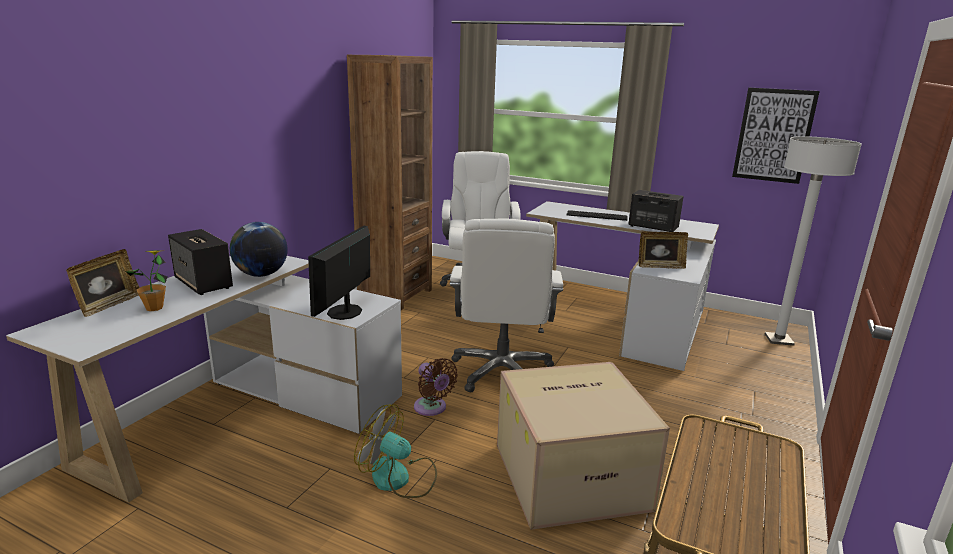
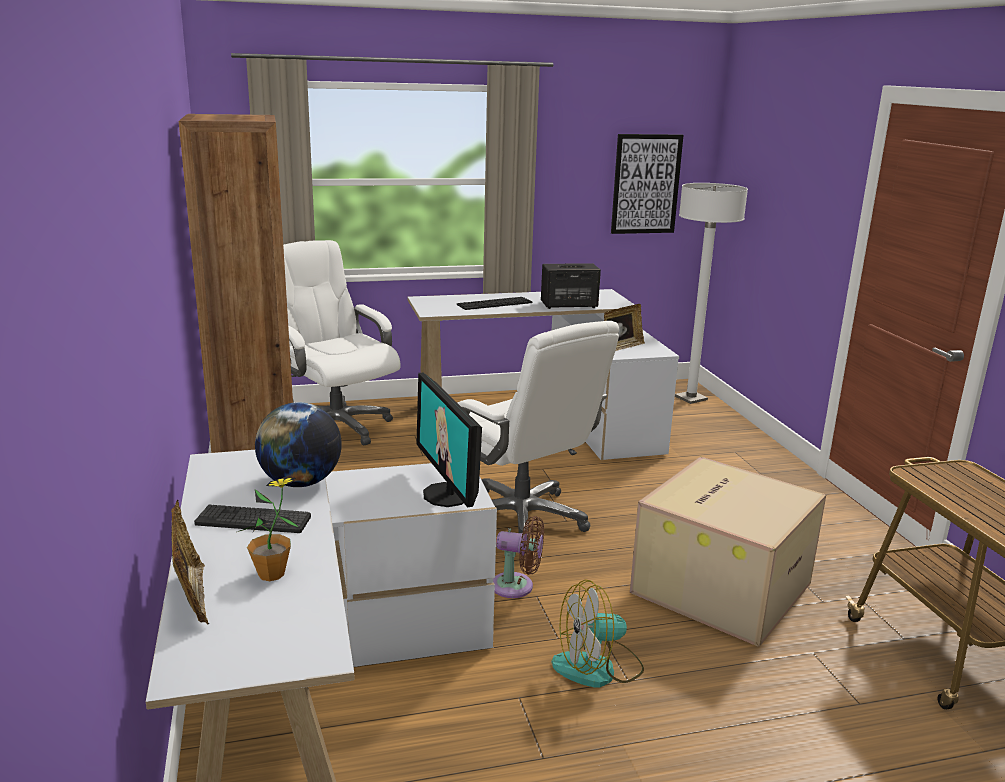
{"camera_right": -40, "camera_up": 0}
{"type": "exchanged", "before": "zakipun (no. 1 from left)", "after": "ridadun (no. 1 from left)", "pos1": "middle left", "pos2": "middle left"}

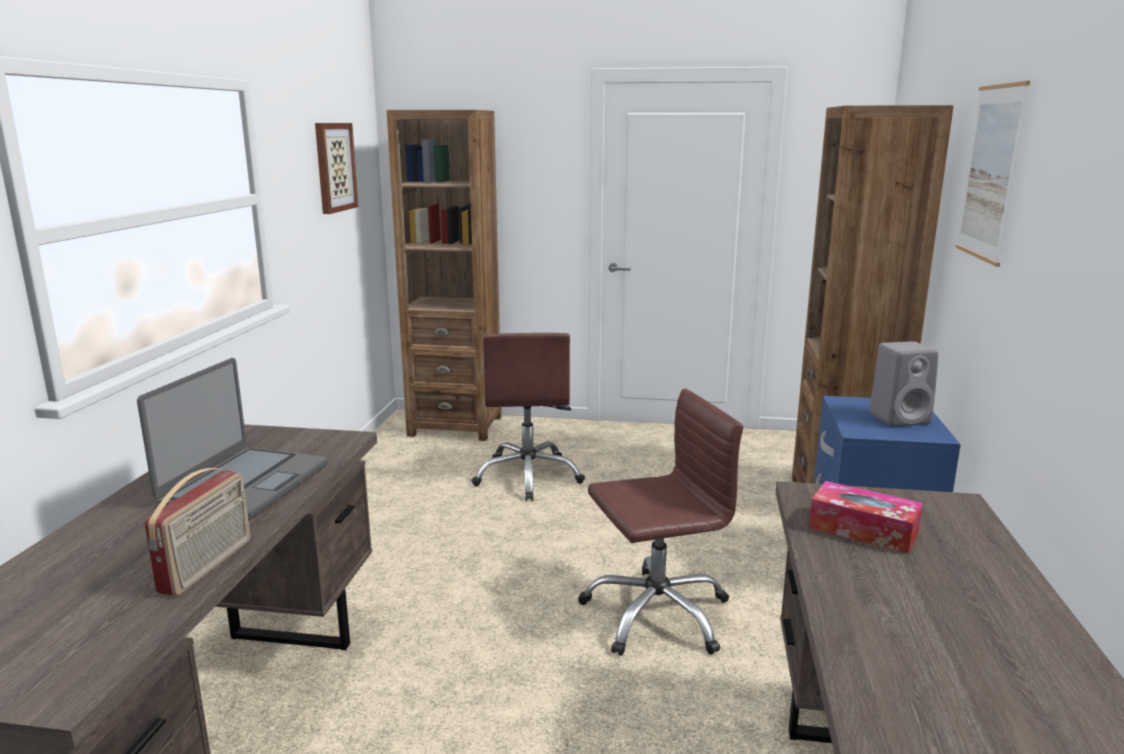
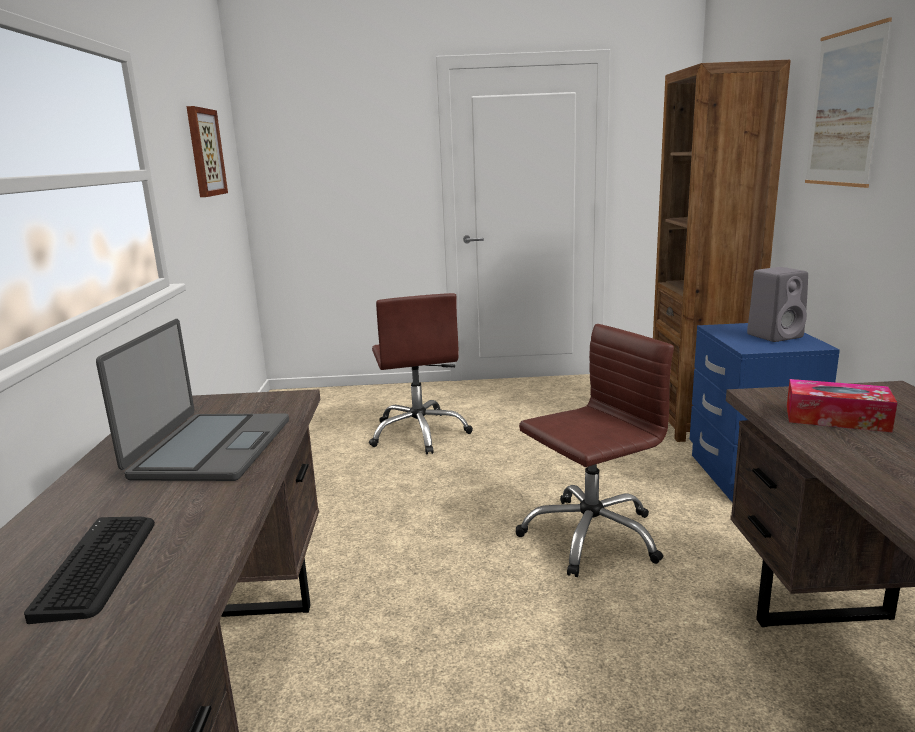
{"camera_right": -10, "camera_up": 0}
{"type": "missing", "before": "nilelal", "pos1": "bottom left"}
{"type": "missing", "before": "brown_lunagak (no. 1 from left)", "pos1": "centre"}
{"type": "appeared", "after": "ridadun", "pos2": "bottom left"}

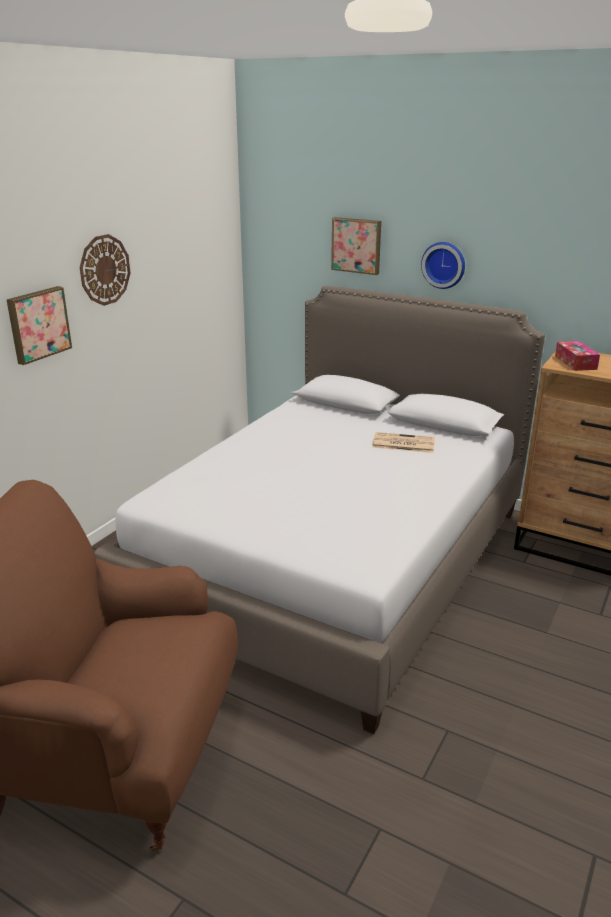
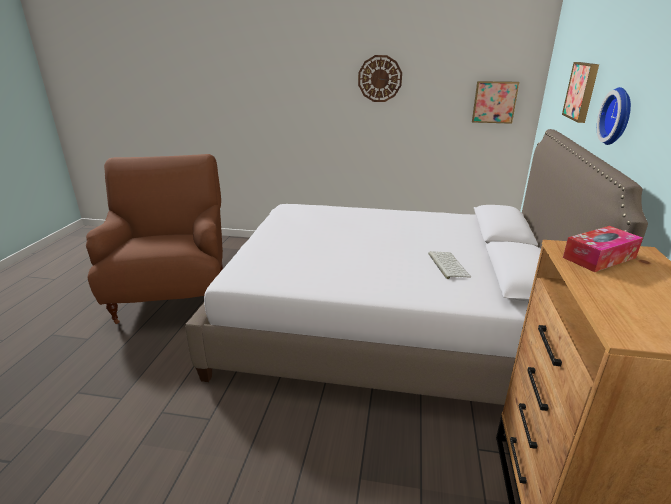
{"camera_right": 70, "camera_up": 0}
{"type": "relocated", "before": "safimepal (no. 1 from left)", "pos1": "middle left", "pos2": "top right"}
{"type": "exchanged", "before": "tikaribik", "after": "ridadun", "pos1": "centre", "pos2": "middle right"}

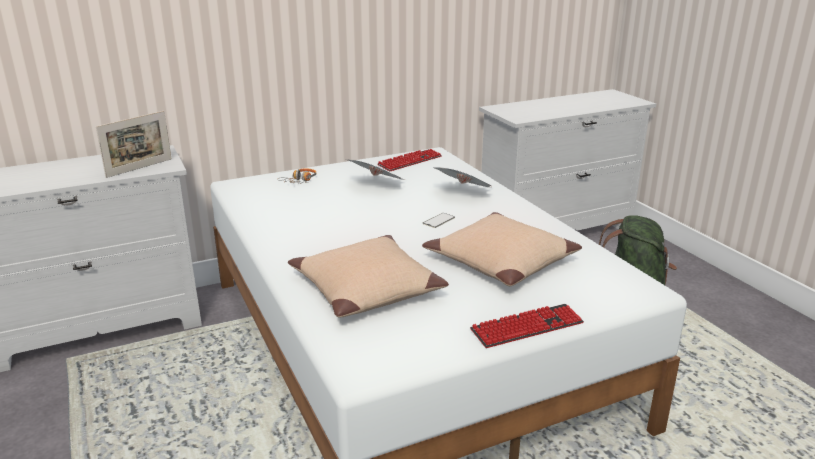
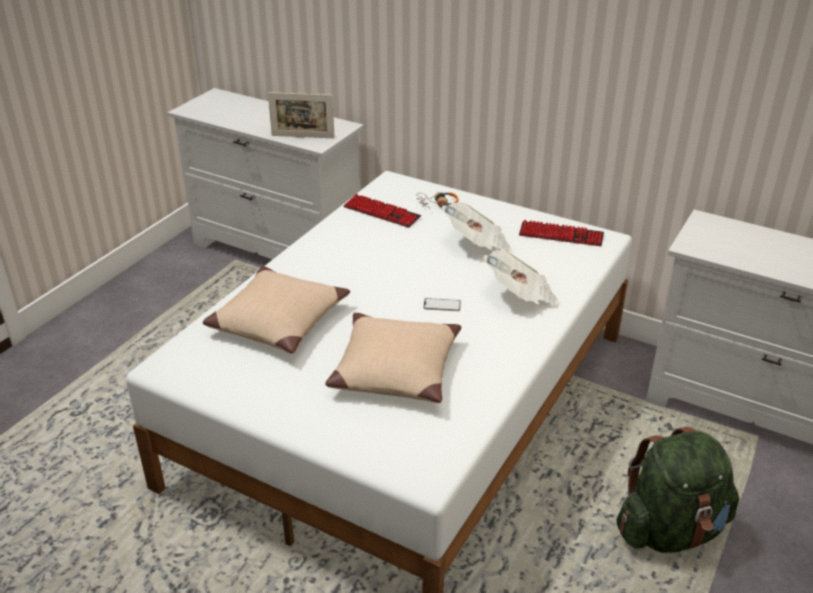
{"camera_right": 55, "camera_up": 10}
{"type": "relocated", "before": "ridadun (no. 2 from left in the first image)", "after": "ridadun (no. 1 from left)", "pos1": "bottom centre", "pos2": "centre"}

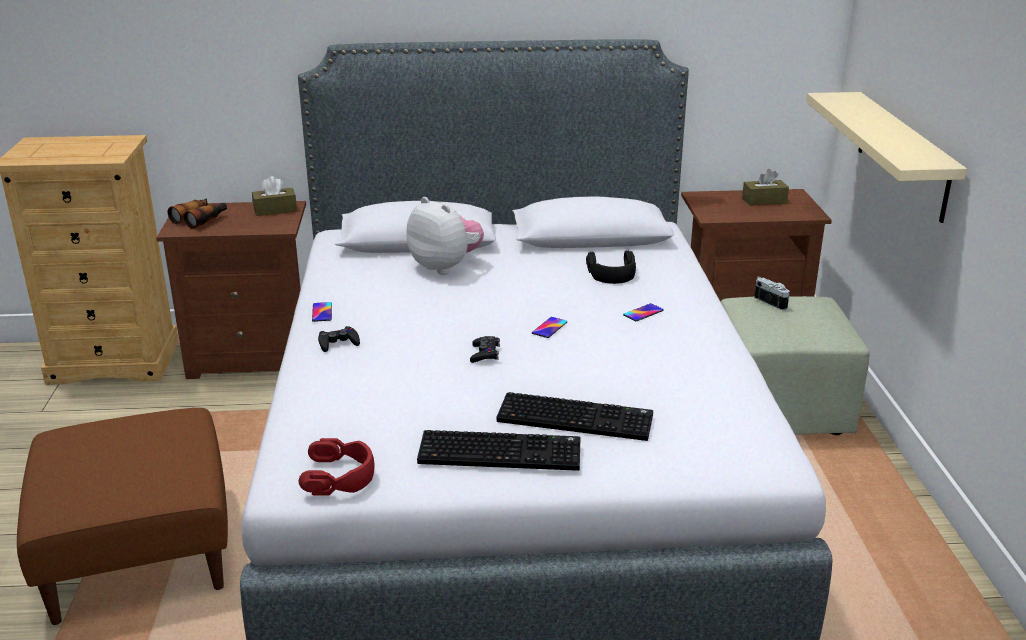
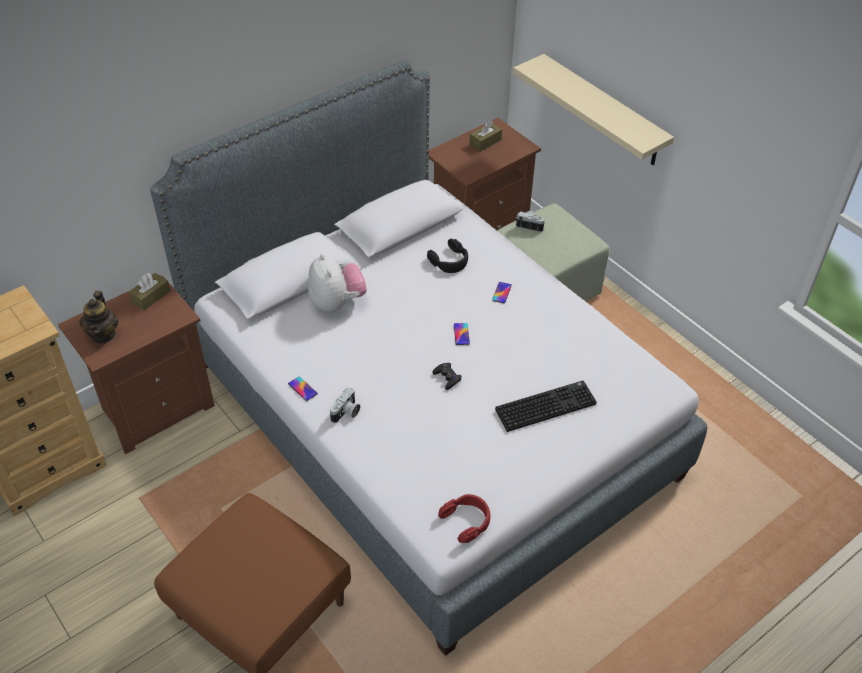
{"camera_right": -35, "camera_up": 20}
{"type": "exchanged", "before": "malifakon", "after": "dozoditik", "pos1": "top left", "pos2": "middle left"}
{"type": "exchanged", "before": "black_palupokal (no. 1 from left)", "after": "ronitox (no. 1 from left)", "pos1": "middle left", "pos2": "centre"}
{"type": "spun", "before": "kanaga", "pos1": "centre", "pos2": "centre", "turn": 60}
{"type": "missing", "before": "ridadun (no. 1 from left)", "pos1": "bottom centre"}

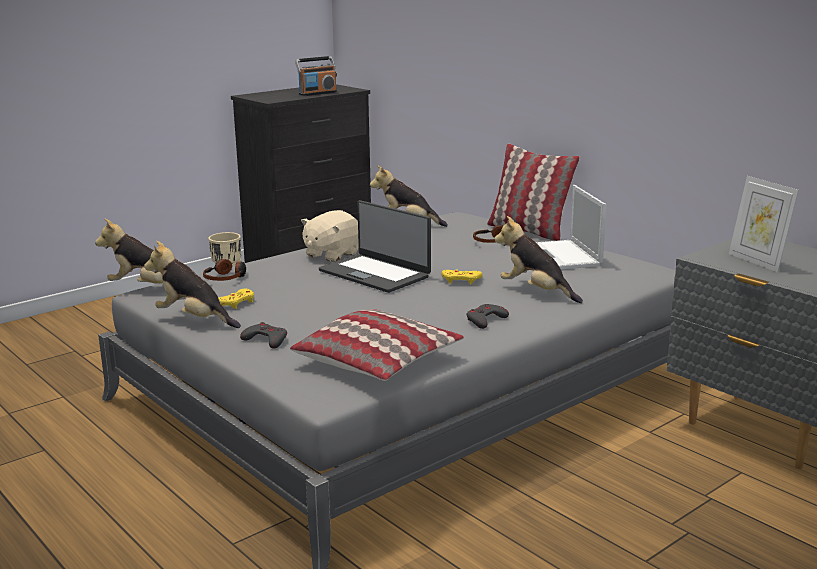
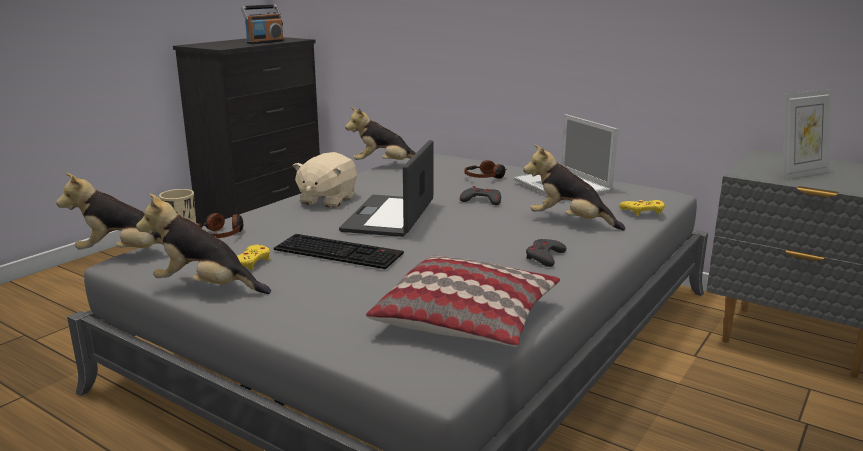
{"camera_right": -15, "camera_up": 0}
{"type": "relocated", "before": "grey_palupokal (no. 1 from left)", "pos1": "middle left", "pos2": "centre"}
{"type": "spun", "before": "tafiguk (no. 1 from left)", "pos1": "centre", "pos2": "centre", "turn": 75}
{"type": "relocated", "before": "yellow_palupokal (no. 2 from left)", "pos1": "centre", "pos2": "middle right"}
{"type": "missing", "before": "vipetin (no. 2 from left)", "pos1": "centre"}
{"type": "spun", "before": "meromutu", "pos1": "middle right", "pos2": "top right", "turn": -75}
{"type": "appeared", "after": "ridadun", "pos2": "centre"}

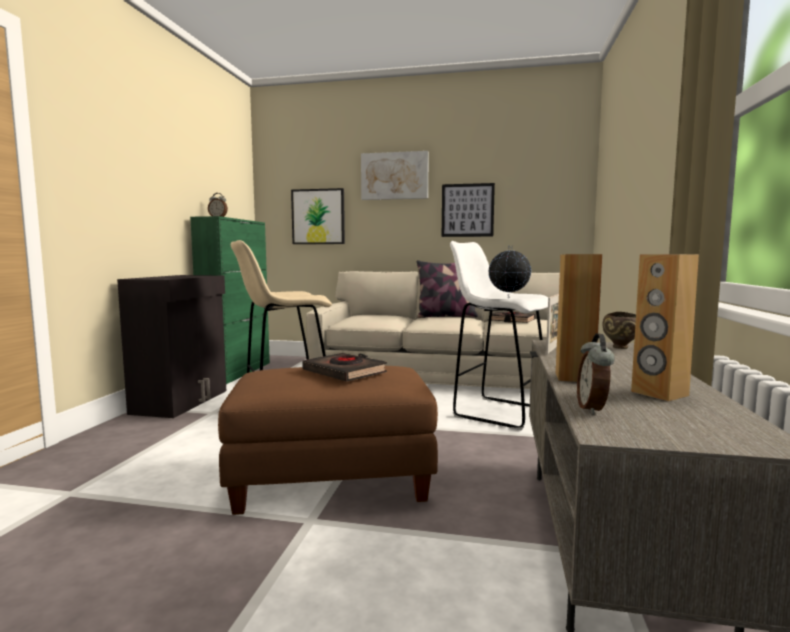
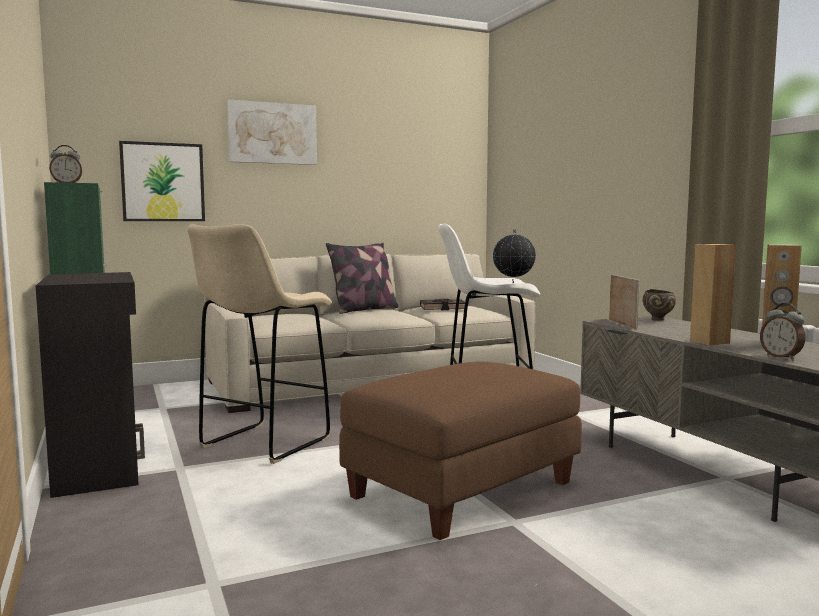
{"camera_right": -35, "camera_up": 0}
{"type": "missing", "before": "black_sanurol (no. 1 from left)", "pos1": "centre"}
{"type": "missing", "before": "safimepal (no. 3 from left)", "pos1": "top centre"}

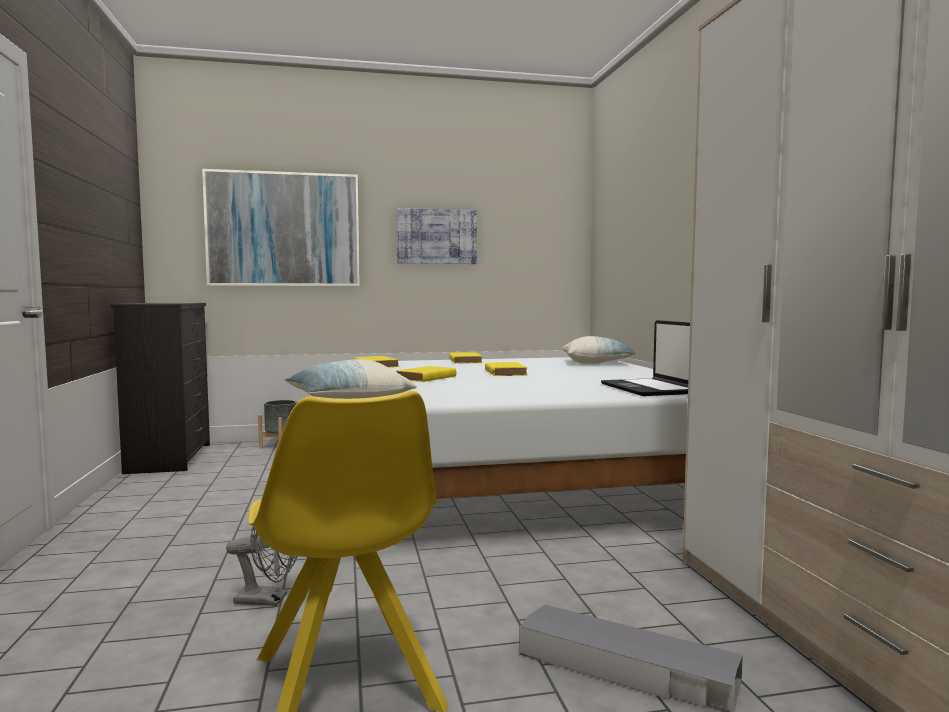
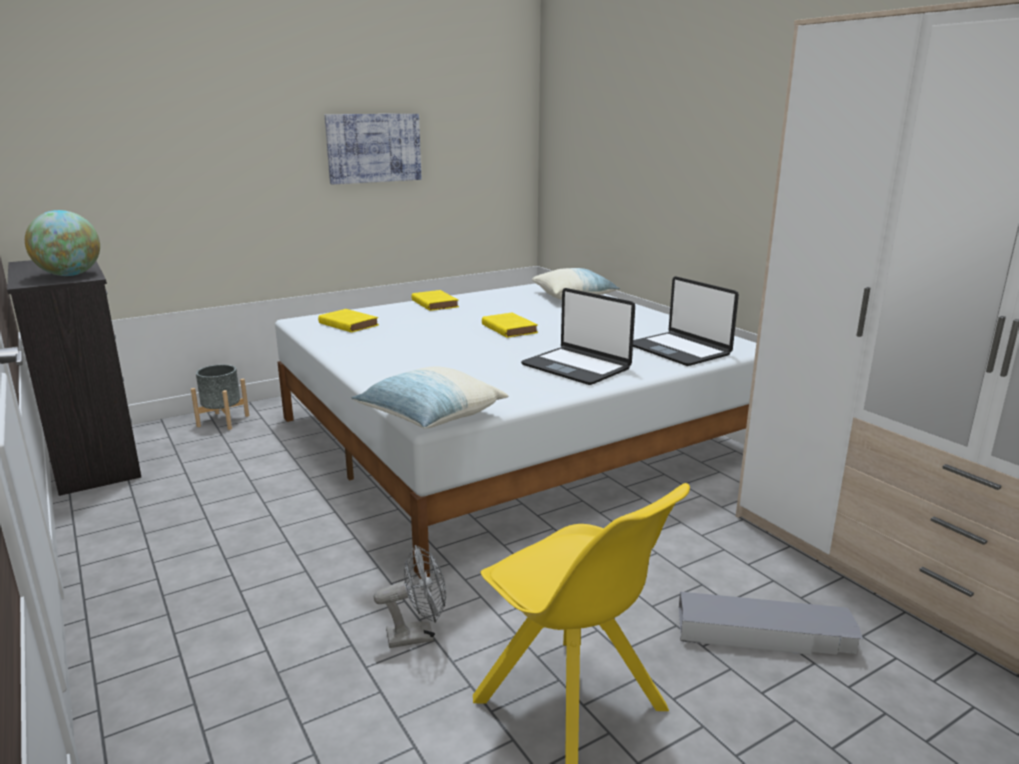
{"camera_right": -20, "camera_up": 15}
{"type": "missing", "before": "safimepal (no. 1 from left)", "pos1": "top left"}
{"type": "missing", "before": "yellow_sanurol (no. 2 from left)", "pos1": "centre"}
{"type": "appeared", "after": "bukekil", "pos2": "top left"}
{"type": "appeared", "after": "tafiguk (no. 1 from left)", "pos2": "centre"}

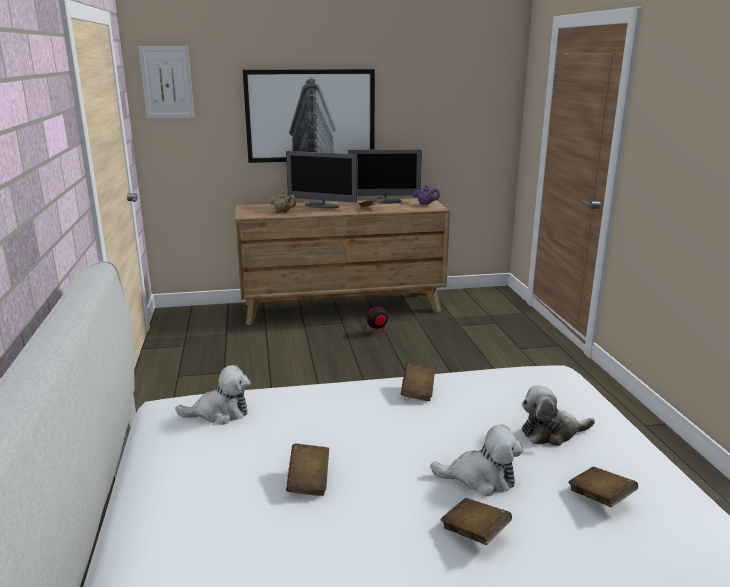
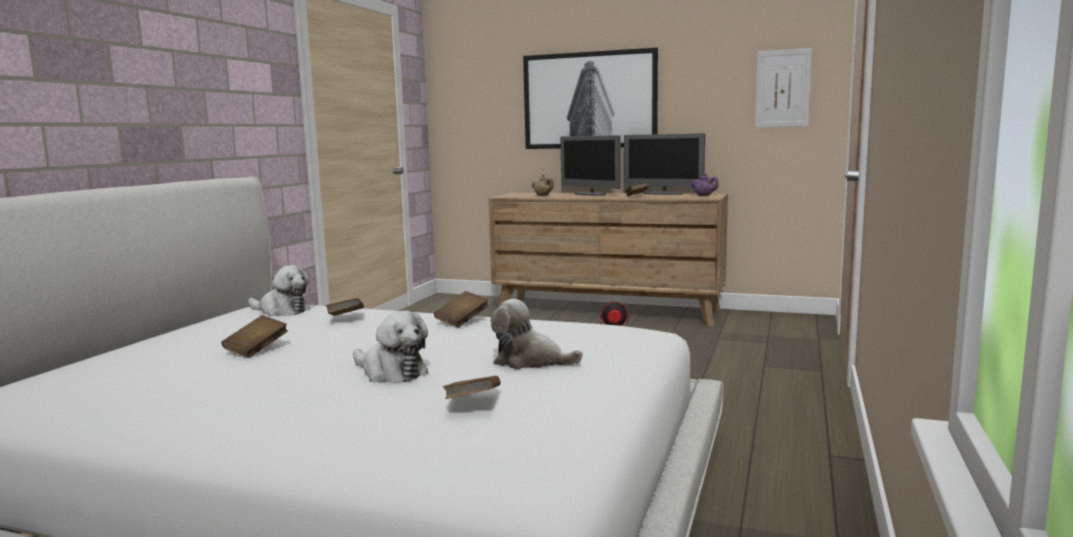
{"camera_right": 30, "camera_up": -10}
{"type": "relocated", "before": "safimepal (no. 1 from left in the first image)", "after": "safimepal (no. 2 from left)", "pos1": "top left", "pos2": "top right"}
{"type": "relocated", "before": "brown_sanurol (no. 4 from left in the first image)", "after": "brown_sanurol (no. 2 from left)", "pos1": "bottom centre", "pos2": "middle left"}

